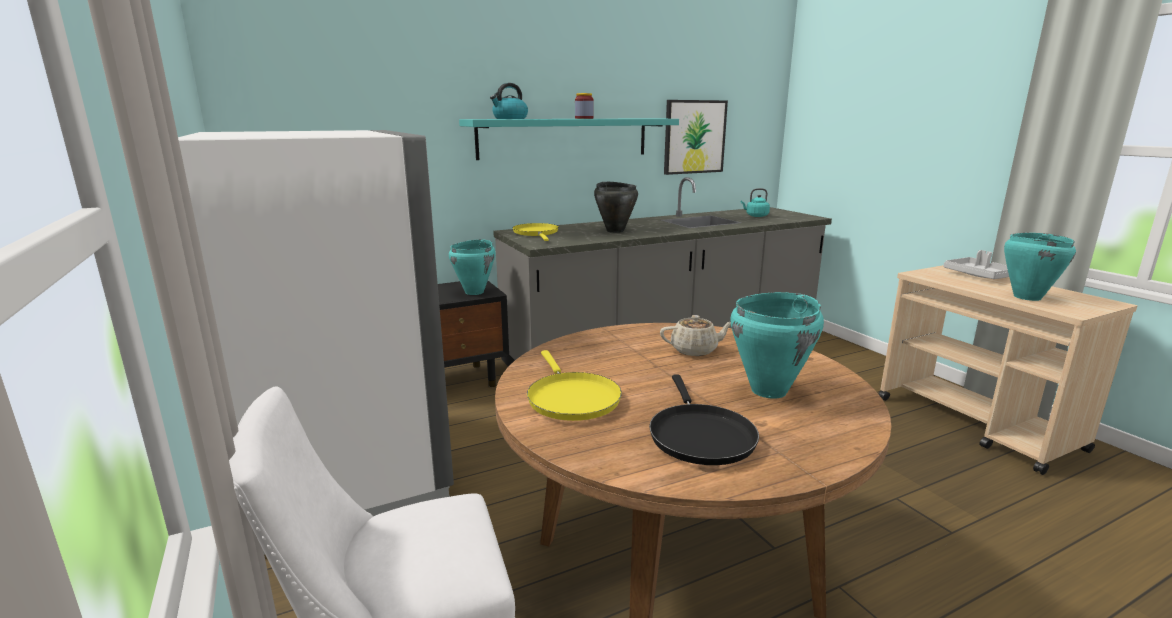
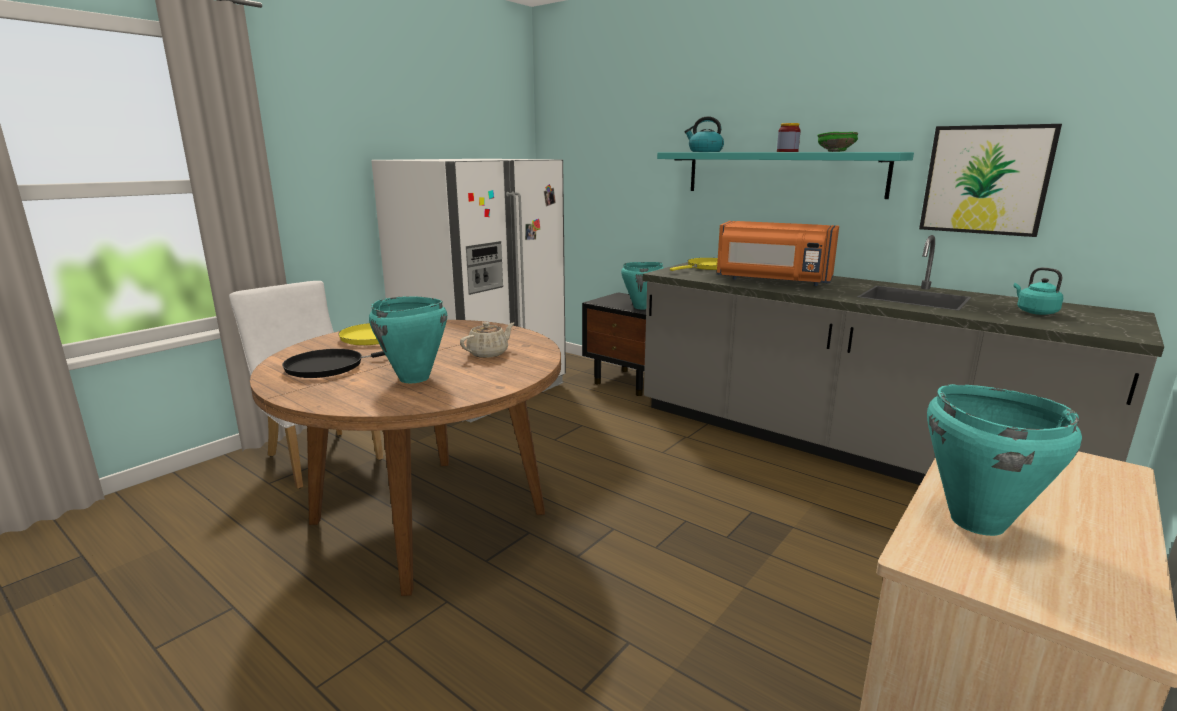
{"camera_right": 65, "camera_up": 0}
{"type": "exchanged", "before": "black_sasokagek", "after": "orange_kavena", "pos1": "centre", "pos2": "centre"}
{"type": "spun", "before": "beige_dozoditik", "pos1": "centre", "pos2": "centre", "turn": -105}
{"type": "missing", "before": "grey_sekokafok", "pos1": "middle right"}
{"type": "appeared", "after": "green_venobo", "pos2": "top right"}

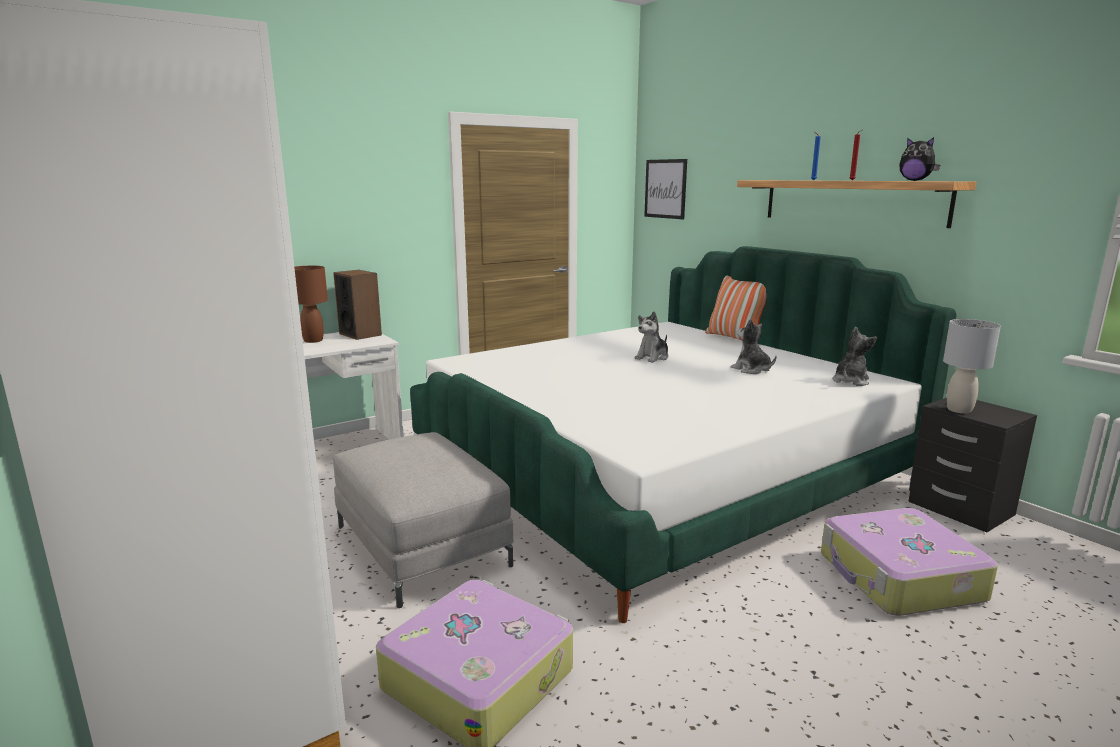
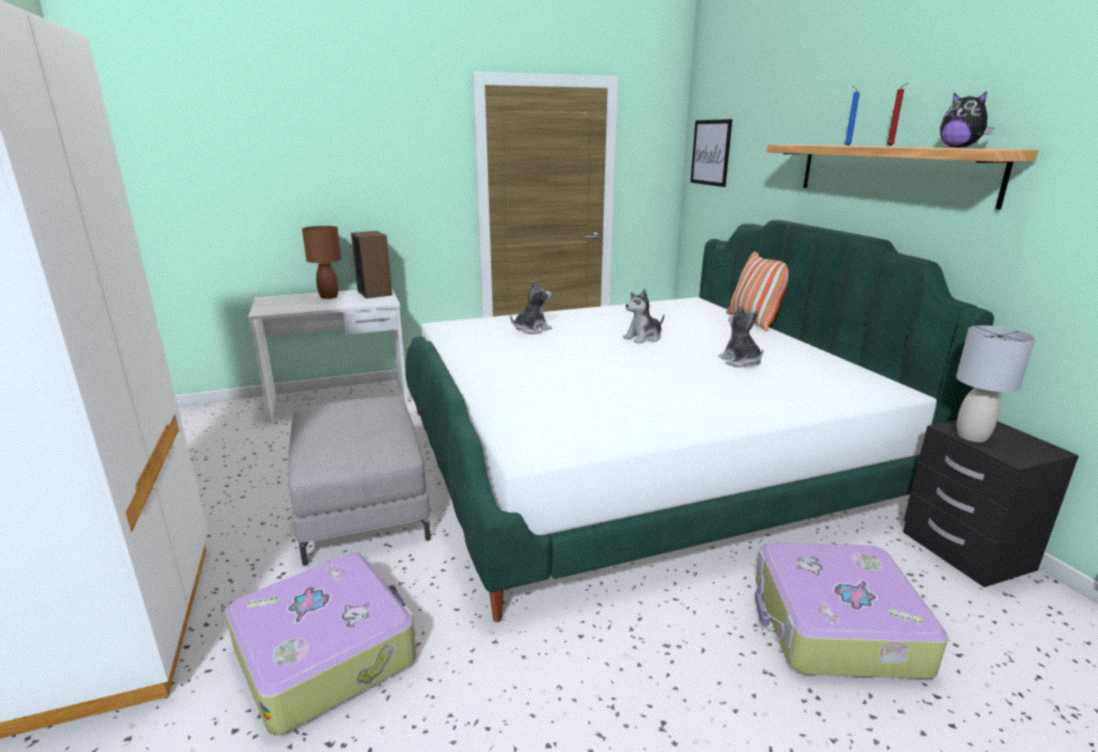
{"camera_right": 15, "camera_up": 5}
{"type": "relocated", "before": "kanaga (no. 3 from left in the first image)", "after": "kanaga (no. 1 from left)", "pos1": "middle right", "pos2": "centre"}

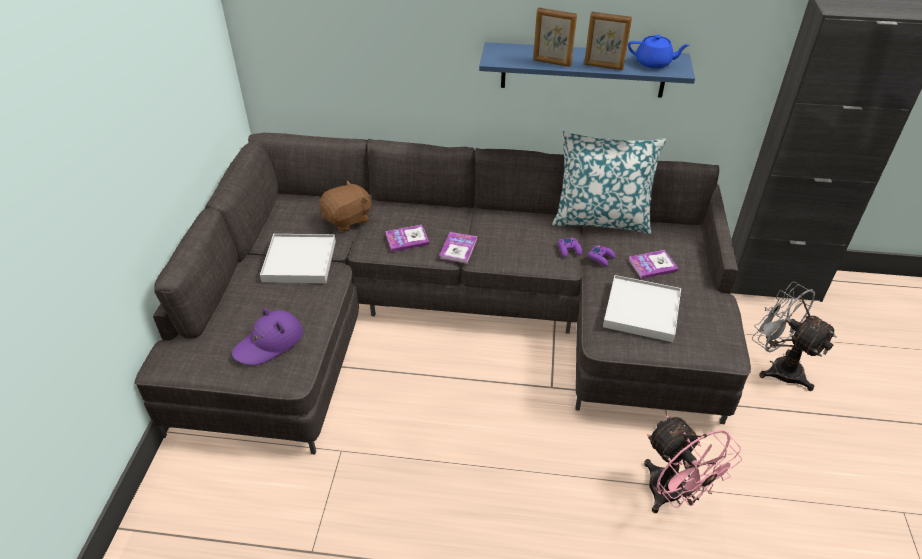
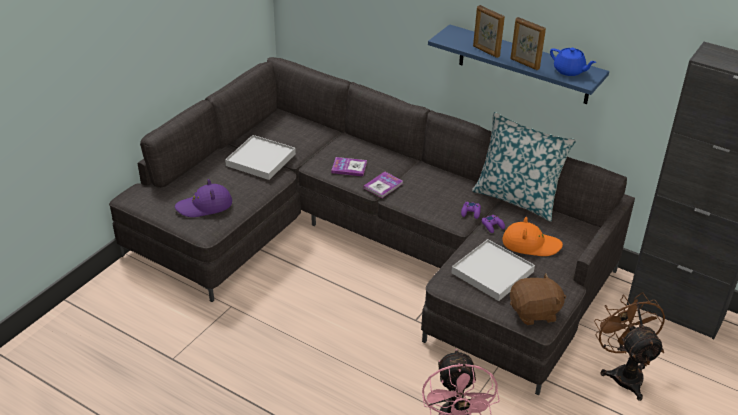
{"camera_right": 25, "camera_up": -5}
{"type": "relocated", "before": "brown_kanaga", "pos1": "centre", "pos2": "bottom right"}
{"type": "exchanged", "before": "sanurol (no. 3 from left)", "after": "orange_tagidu", "pos1": "middle right", "pos2": "middle right"}
{"type": "colour", "before": "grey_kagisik", "after": "brown_kagisik", "pos1": "middle right", "pos2": "bottom right"}

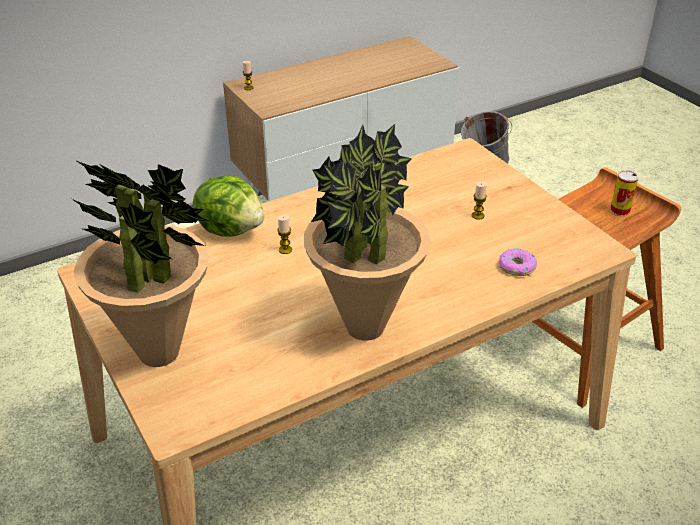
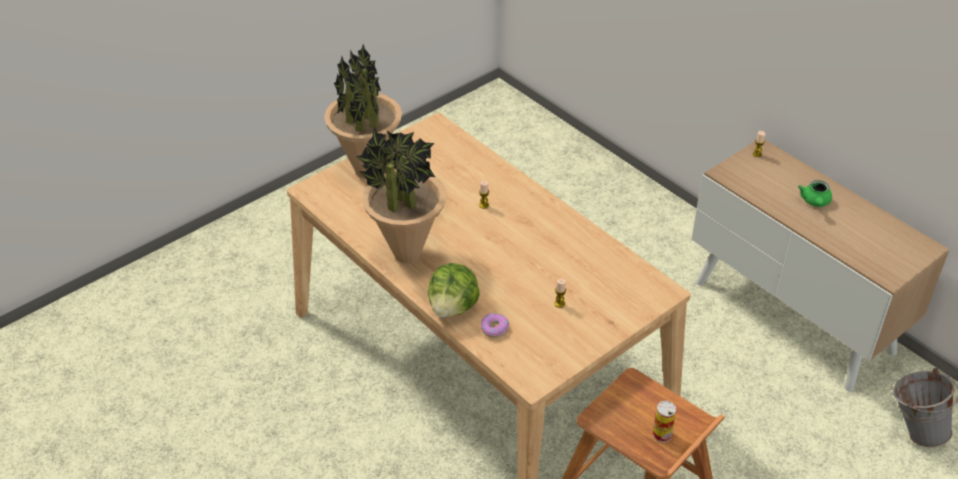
{"camera_right": 80, "camera_up": 5}
{"type": "relocated", "before": "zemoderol", "pos1": "middle left", "pos2": "centre"}
{"type": "appeared", "after": "green_dozoditik", "pos2": "middle right"}

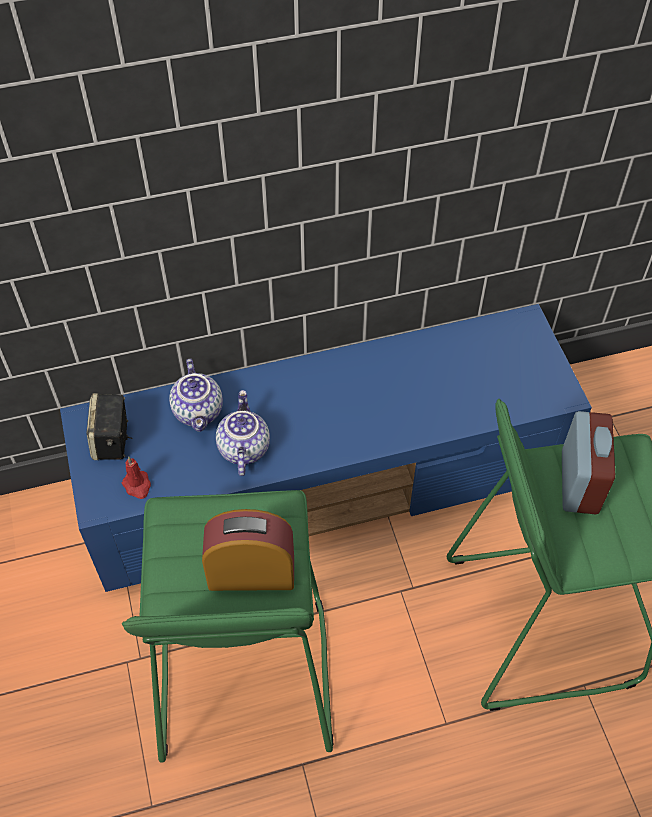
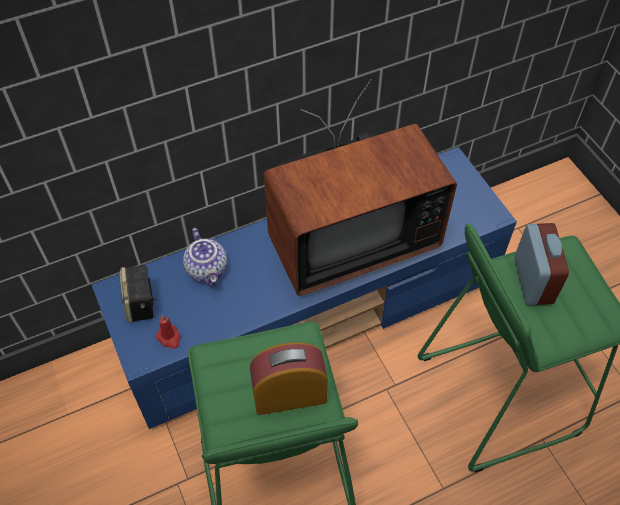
{"camera_right": -10, "camera_up": 0}
{"type": "missing", "before": "dozoditik (no. 2 from left)", "pos1": "centre"}
{"type": "appeared", "after": "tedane", "pos2": "centre"}

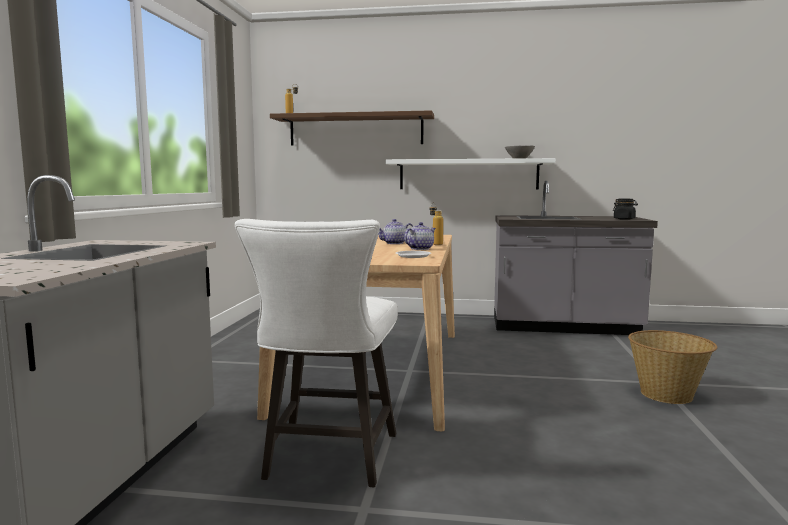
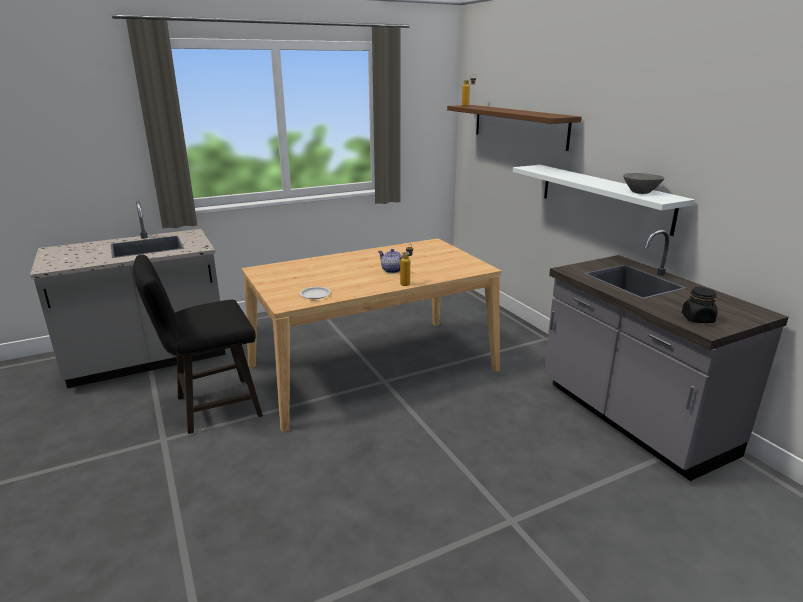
{"camera_right": 55, "camera_up": 15}
{"type": "colour", "before": "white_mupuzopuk", "after": "black_mupuzopuk", "pos1": "bottom centre", "pos2": "middle left"}
{"type": "missing", "before": "dozoditik (no. 2 from left)", "pos1": "centre"}
{"type": "missing", "before": "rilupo", "pos1": "bottom right"}

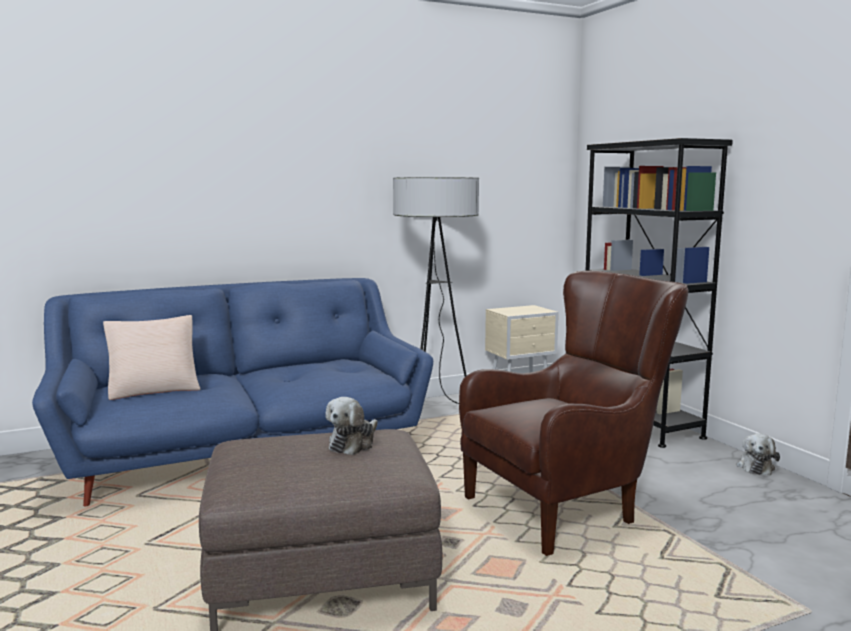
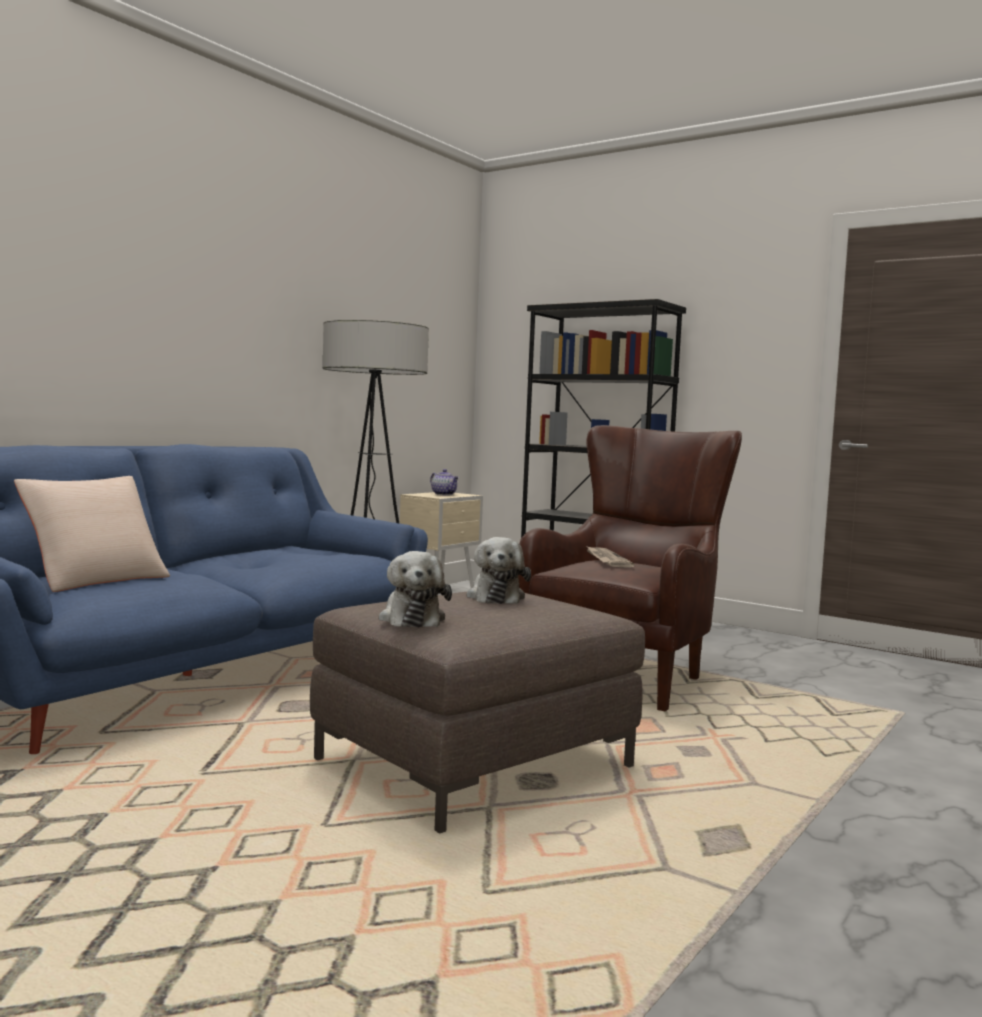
{"camera_right": -30, "camera_up": -5}
{"type": "relocated", "before": "kanaga (no. 2 from left in the first image)", "after": "kanaga (no. 1 from left)", "pos1": "bottom right", "pos2": "centre"}
{"type": "appeared", "after": "dozoditik", "pos2": "centre"}
{"type": "appeared", "after": "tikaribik", "pos2": "centre"}

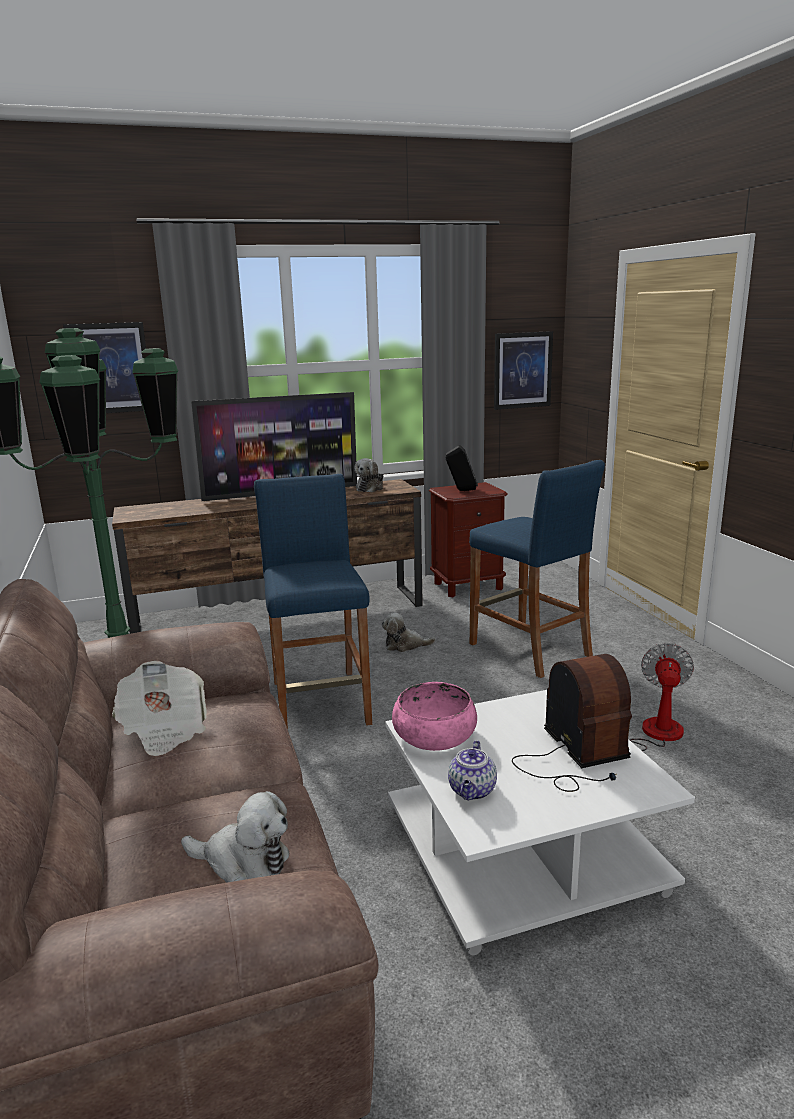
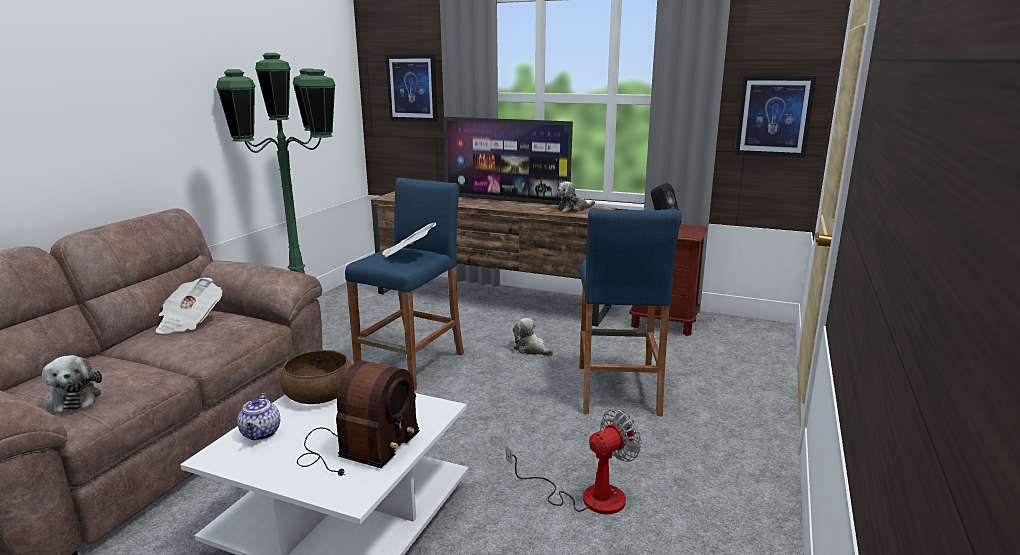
{"camera_right": 40, "camera_up": 0}
{"type": "colour", "before": "pink_venobo", "after": "brown_venobo", "pos1": "centre", "pos2": "bottom left"}
{"type": "spun", "before": "dozoditik", "pos1": "bottom centre", "pos2": "bottom left", "turn": -60}
{"type": "appeared", "after": "tikaribik (no. 2 from left)", "pos2": "centre"}

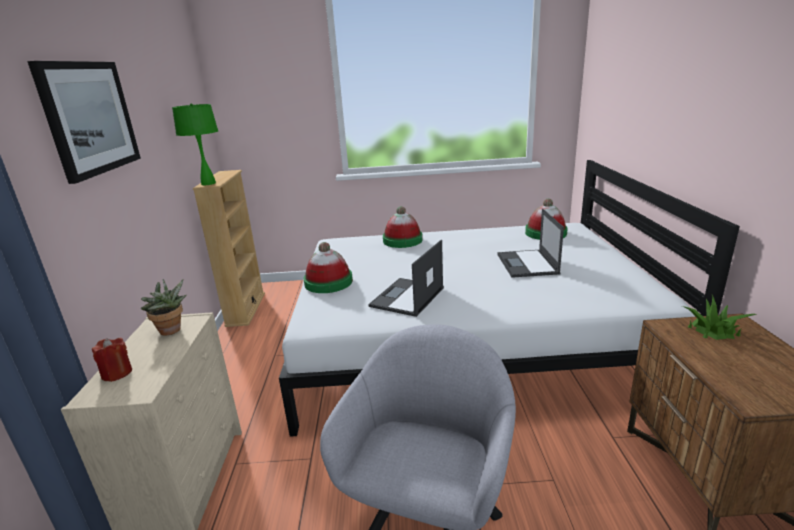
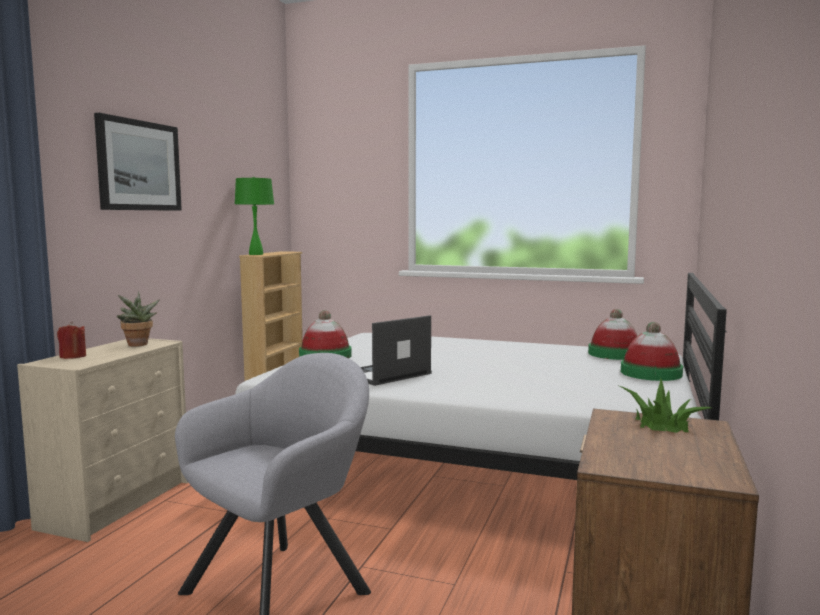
{"camera_right": 20, "camera_up": -15}
{"type": "relocated", "before": "tagidu (no. 2 from left in the first image)", "after": "tagidu (no. 3 from left)", "pos1": "centre", "pos2": "middle right"}
{"type": "missing", "before": "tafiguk (no. 2 from left)", "pos1": "middle right"}

